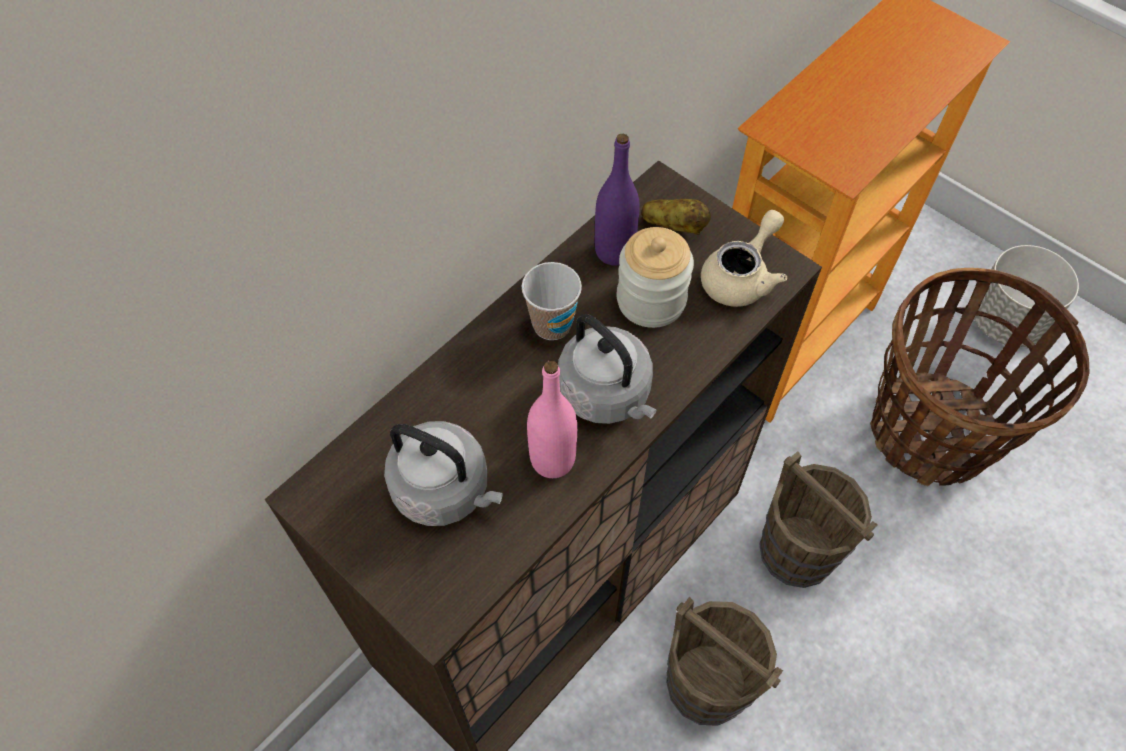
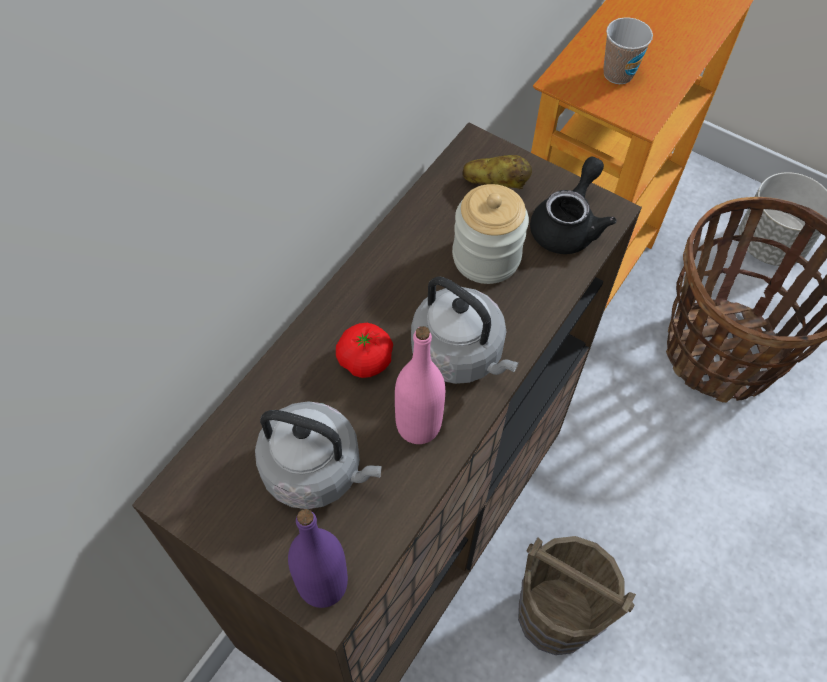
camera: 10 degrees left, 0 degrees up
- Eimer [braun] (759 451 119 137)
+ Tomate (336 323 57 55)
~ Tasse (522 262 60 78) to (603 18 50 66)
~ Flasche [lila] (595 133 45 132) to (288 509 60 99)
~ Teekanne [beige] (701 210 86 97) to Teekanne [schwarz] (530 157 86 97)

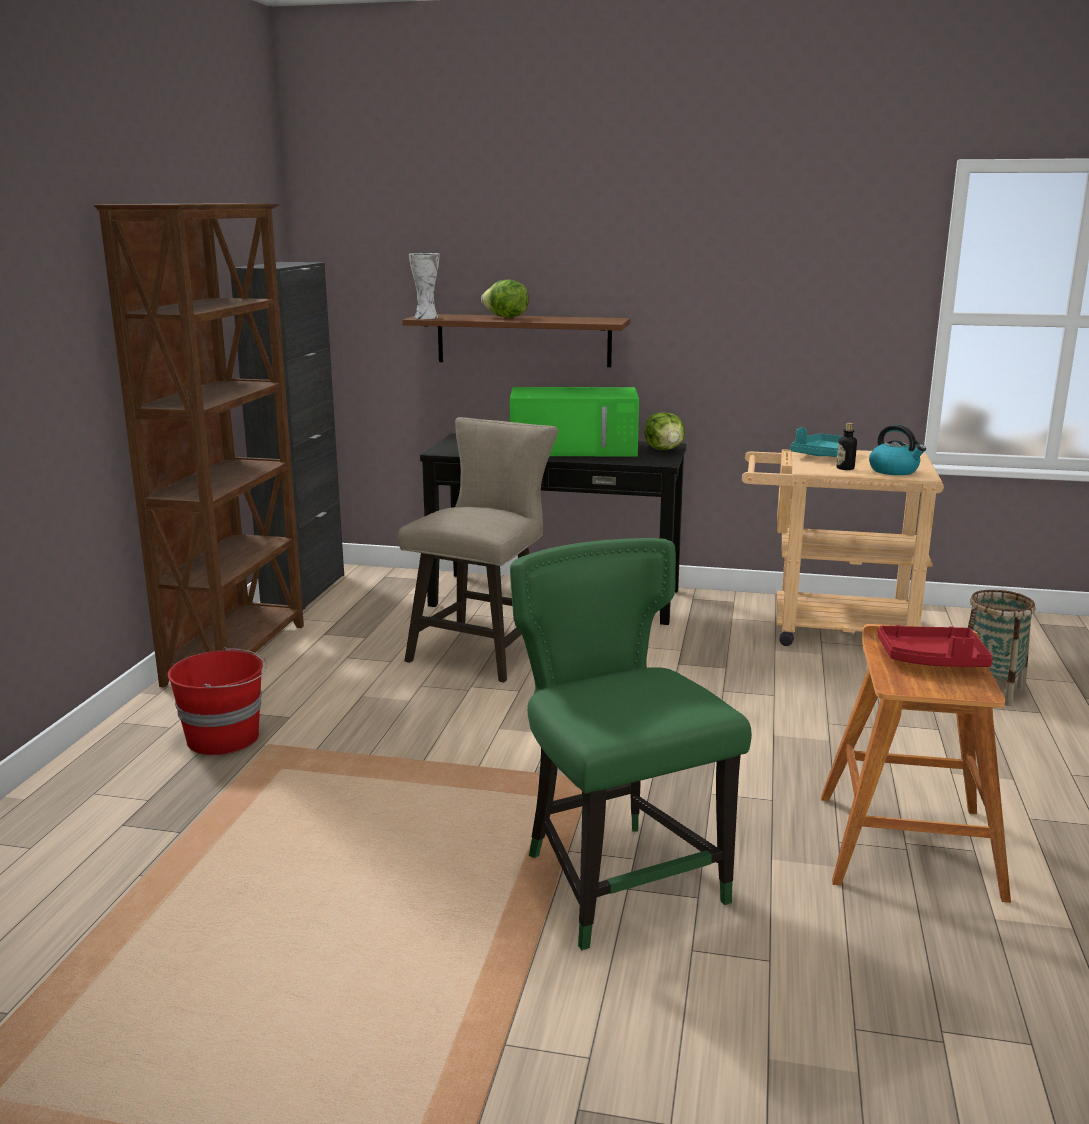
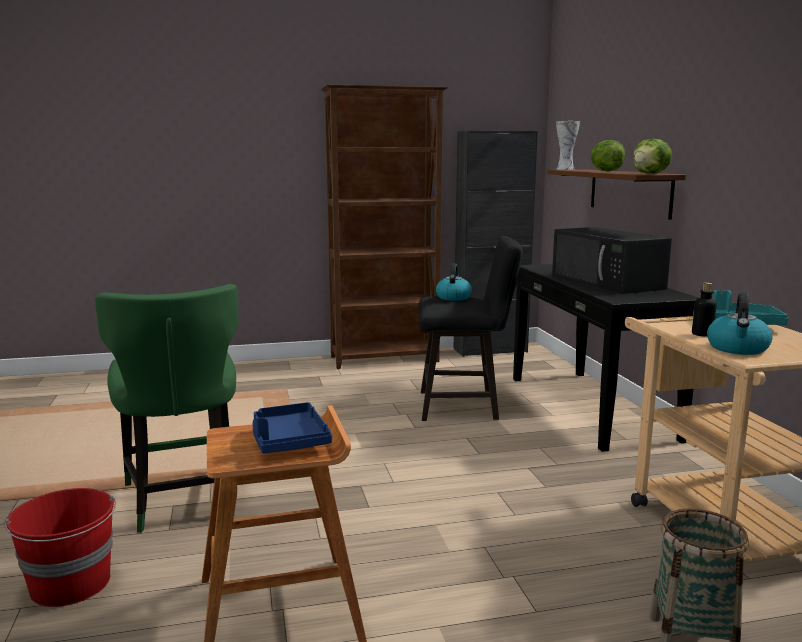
camera: 65 degrees right, 5 degrees down
+ Wasserkessel (436 264 36 37)
~ Eimer [rot] (168 647 99 108) to (4 488 112 119)
~ Salatkopf (644 412 41 38) to (633 139 39 35)
~ Hocker [beige] (398 417 160 266) to Hocker [schwarz] (419 236 104 185)
~ Mikrowelle [grün] (510 387 129 70) to Mikrowelle [schwarz] (552 227 120 67)
~ Tablett [rot] (878 625 115 42) to Tablett [blau] (252 402 80 52)
~ Stuhl [grün] (510 538 242 412) = (95 284 143 249) 120 degrees clockwise

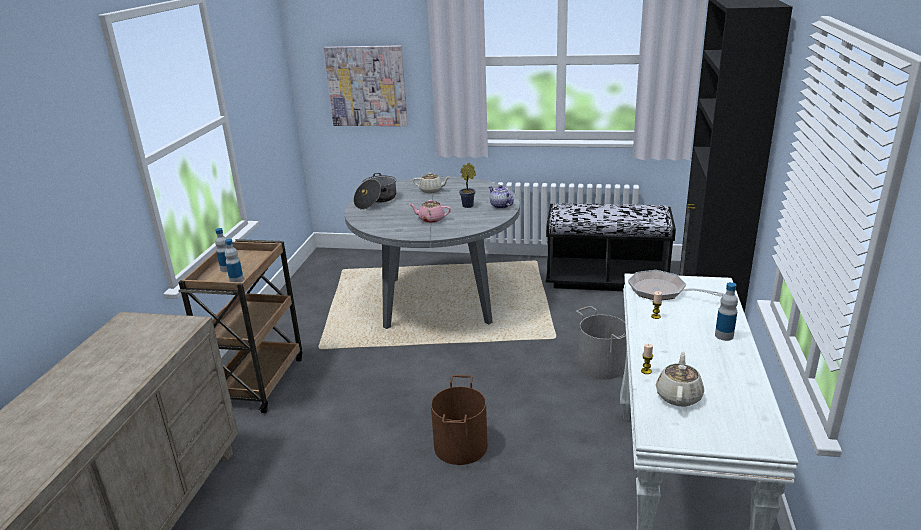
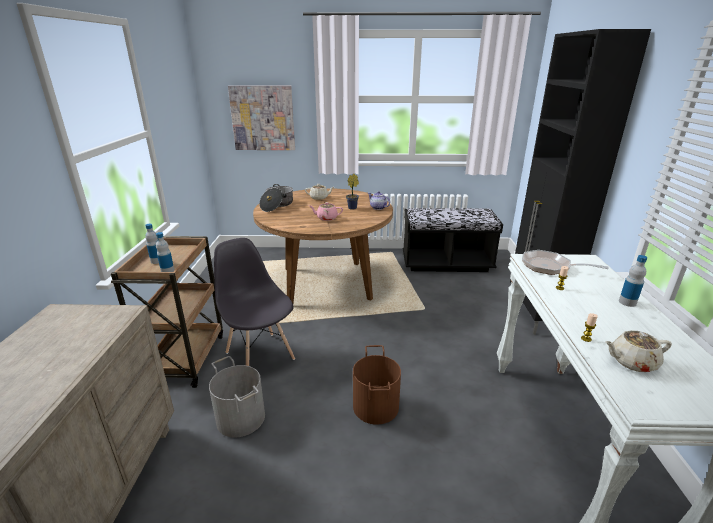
camera: 10 degrees left, 0 degrees up
+ Stuhl [grau] (214 238 81 128)
~ Eimer [grau] (576 306 51 73) to (209 356 56 82)
~ Esstisch [grau] (345 176 175 153) to Esstisch [braun] (253 188 140 115)
~ Teekanne [beige] (656 352 48 54) = (605 330 67 42) 105 degrees counterclockwise

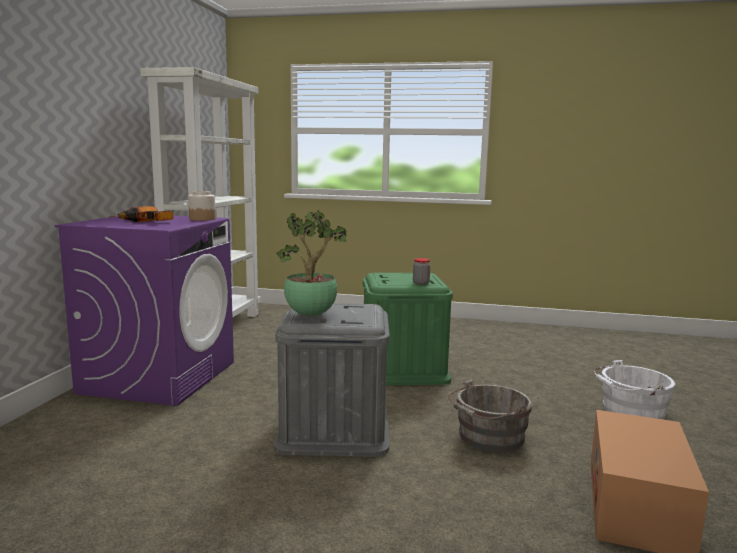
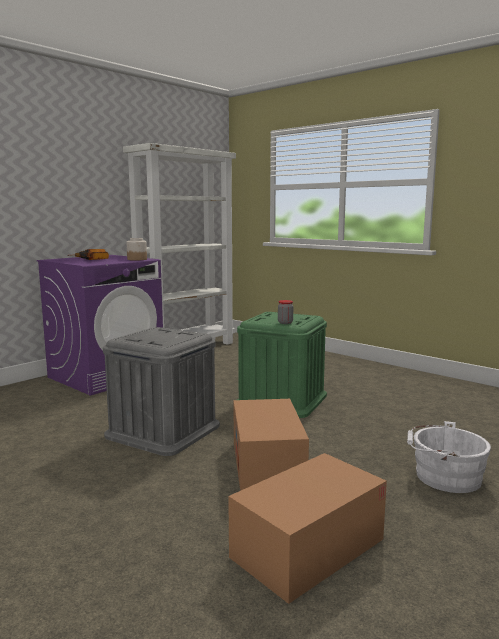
camera: 30 degrees right, 0 degrees up
- Topfpflanze (277 211 70 105)
~ Eimer [grau] (448 380 85 72) to Karton (233 399 76 92)

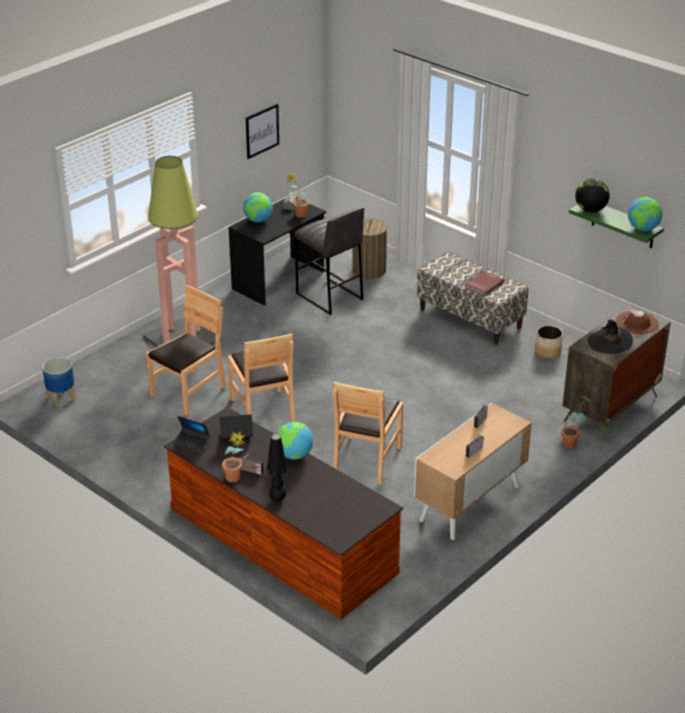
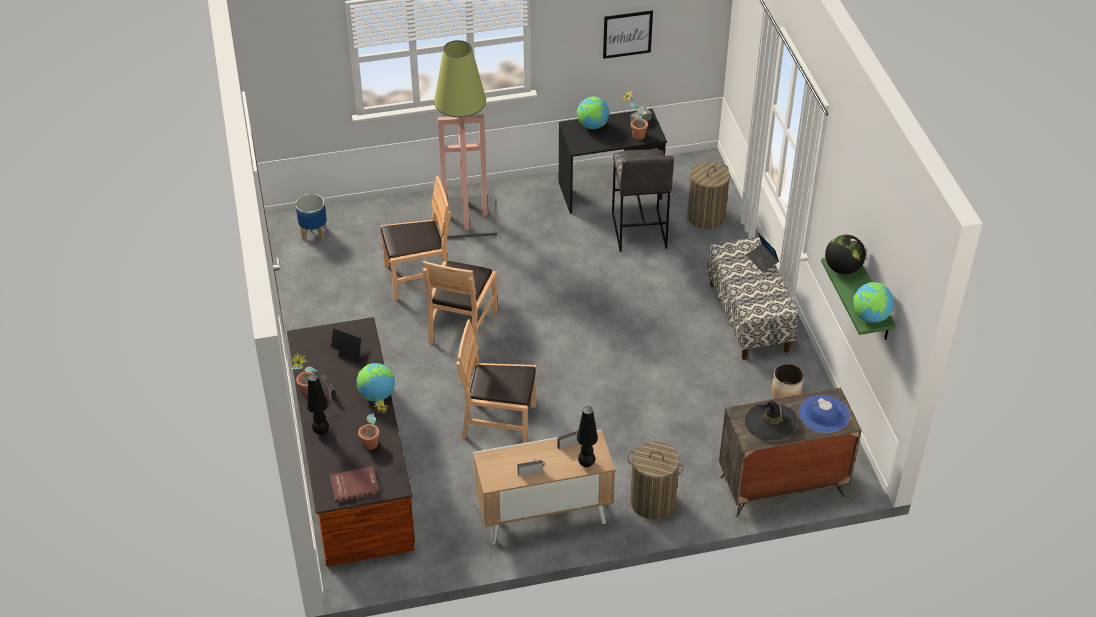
camera: 35 degrees right, 10 degrees up
+ Tischlampe [schwarz] (577 406 21 61)
+ Wäschekorb (627 441 57 78)
~ Laptop (173 416 37 38) to (746 232 33 40)
~ Buch [rot] (464 271 40 25) to (330 466 49 37)
~ Topfpflanze (561 395 30 53) to (358 398 31 52)
~ Hut [braun] (615 310 44 25) to Hut [blau] (799 395 51 38)
~ Stuhl [braun] (333 382 70 102) = (456 319 80 124) 45 degrees clockwise

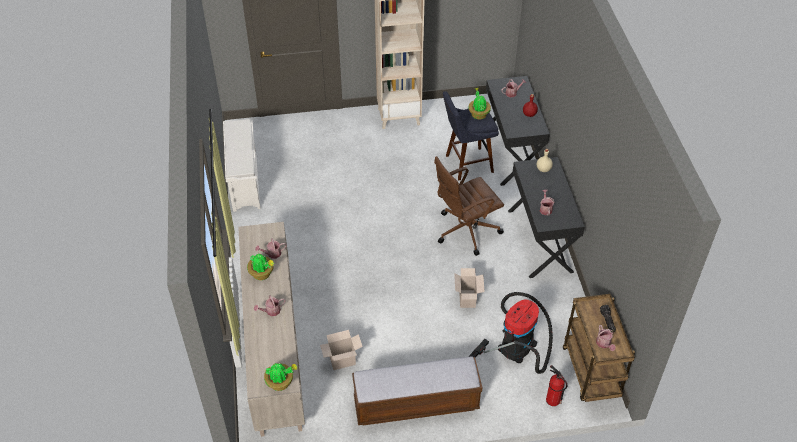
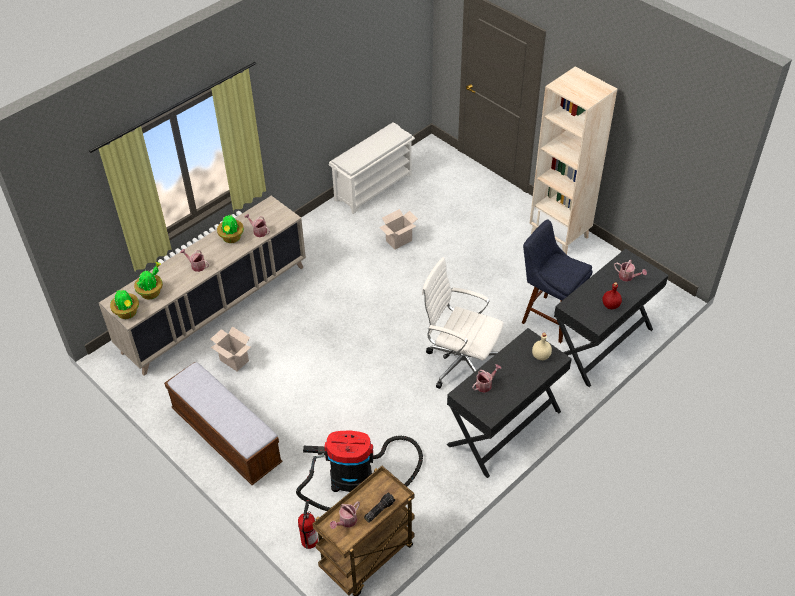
camera: 55 degrees right, 0 degrees up
~ Karton (454 268 31 40) to (379 209 39 40)
~ Topfpflanze (468 88 23 31) to (134 262 29 37)
~ Bürostuhl [braun] (434 156 70 100) to Bürostuhl [weiß] (422 257 82 132)

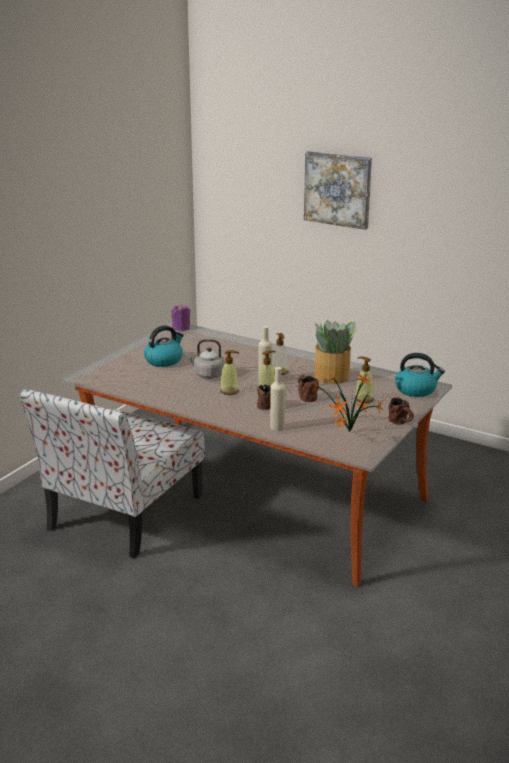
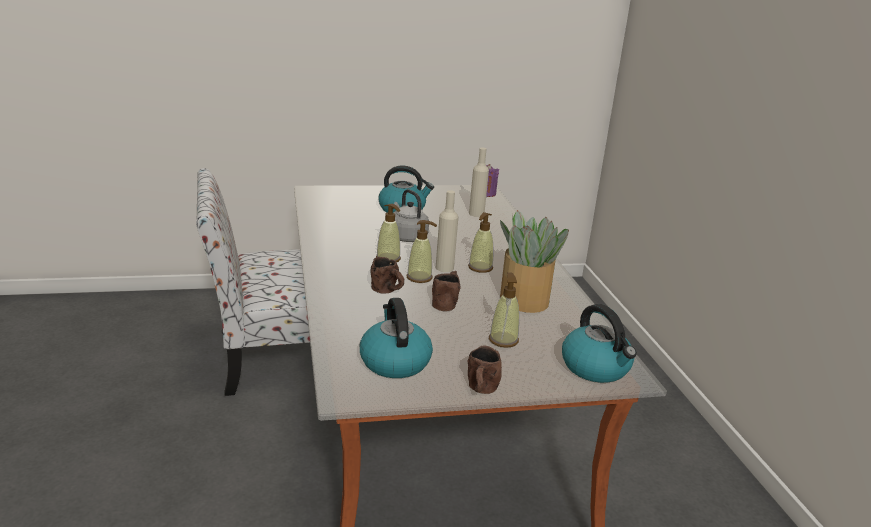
camera: 45 degrees right, 0 degrees up
- Bild (304 151 68 79)
~ Flasche [beige] (270 367 16 64) to (469 148 20 69)
~ Topfpflanze (312 372 71 60) to Wasserkessel (360 298 73 80)

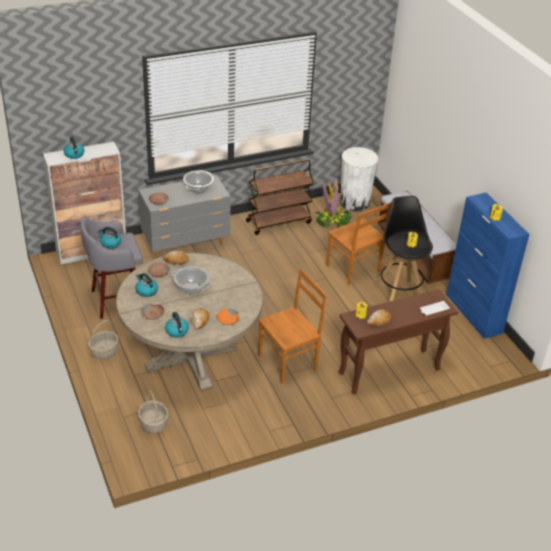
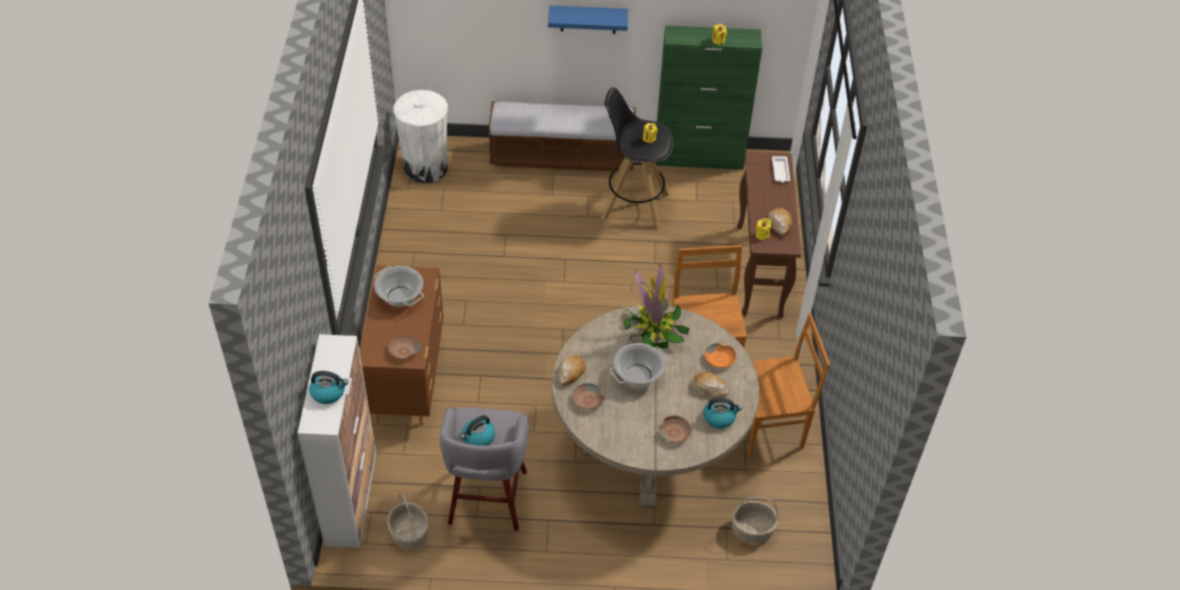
camera: 65 degrees left, 10 degrees up
- Wasserkessel (135 273 23 24)
- Rollwagen [braun] (246 159 68 76)
+ Wandregal [blau] (548 5 80 29)
~ Korb (88 320 31 39) to (387 492 42 57)
~ Topfpflanze (316 176 36 52) to (624 263 65 86)
~ Stuhl [braun] (327 202 64 83) to (748 313 82 143)
~ Kommode [grau] (138 175 93 83) to Kommode [braun] (360 265 84 160)
~ Schrank [blau] (446 193 84 146) to Schrank [grün] (655 25 107 145)

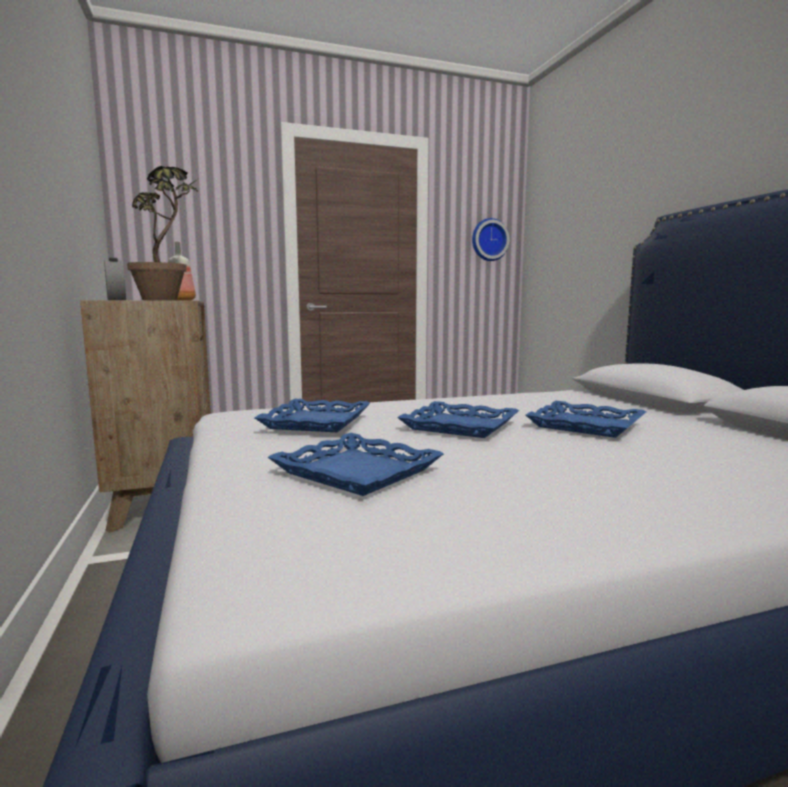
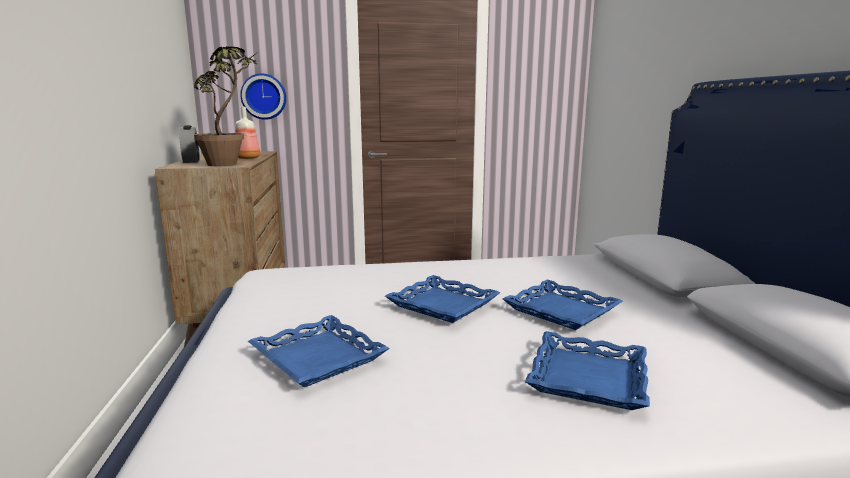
camera: 10 degrees right, 5 degrees up
~ Tablett [blau] (255 399 115 33) to (525 331 125 79)
~ Wanduhr (472 218 38 43) to (240 73 46 47)

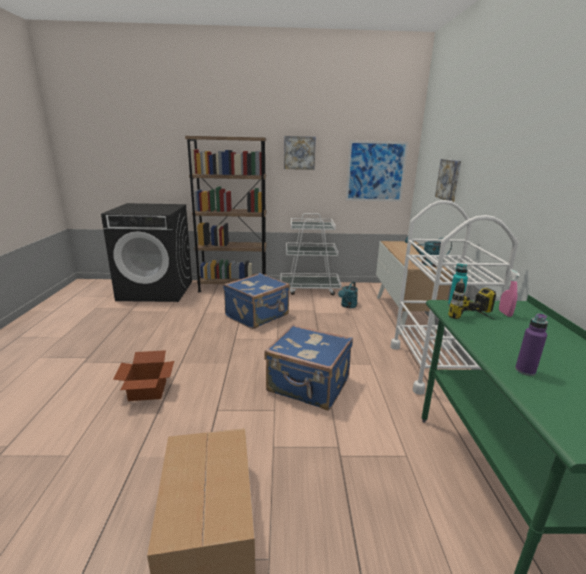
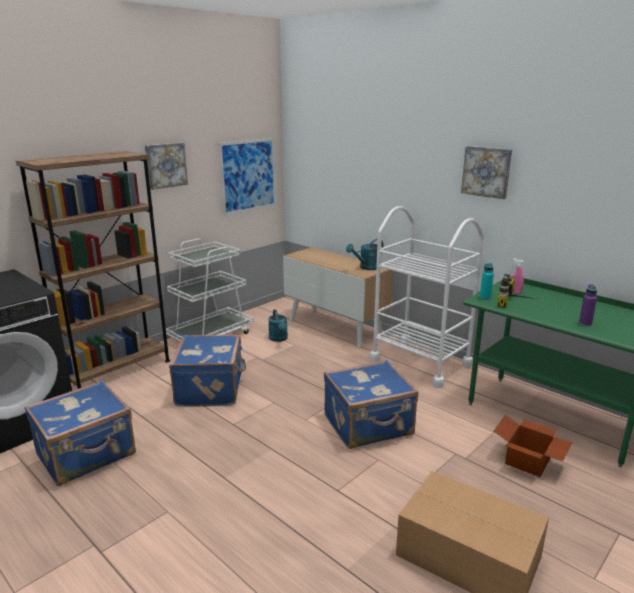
camera: 45 degrees left, 0 degrees up
+ Koffer [blau] (24 380 112 106)
~ Karton (113 350 61 51) to (494 415 78 62)
~ Bild (435 159 26 43) to (461 146 51 53)

